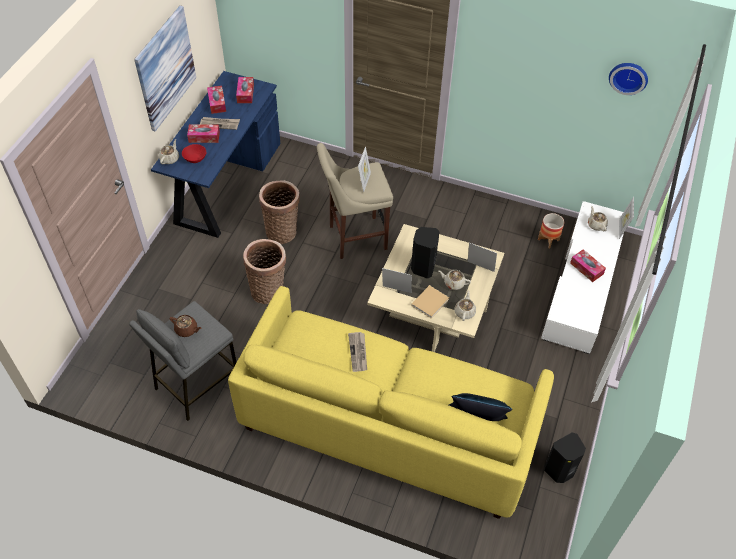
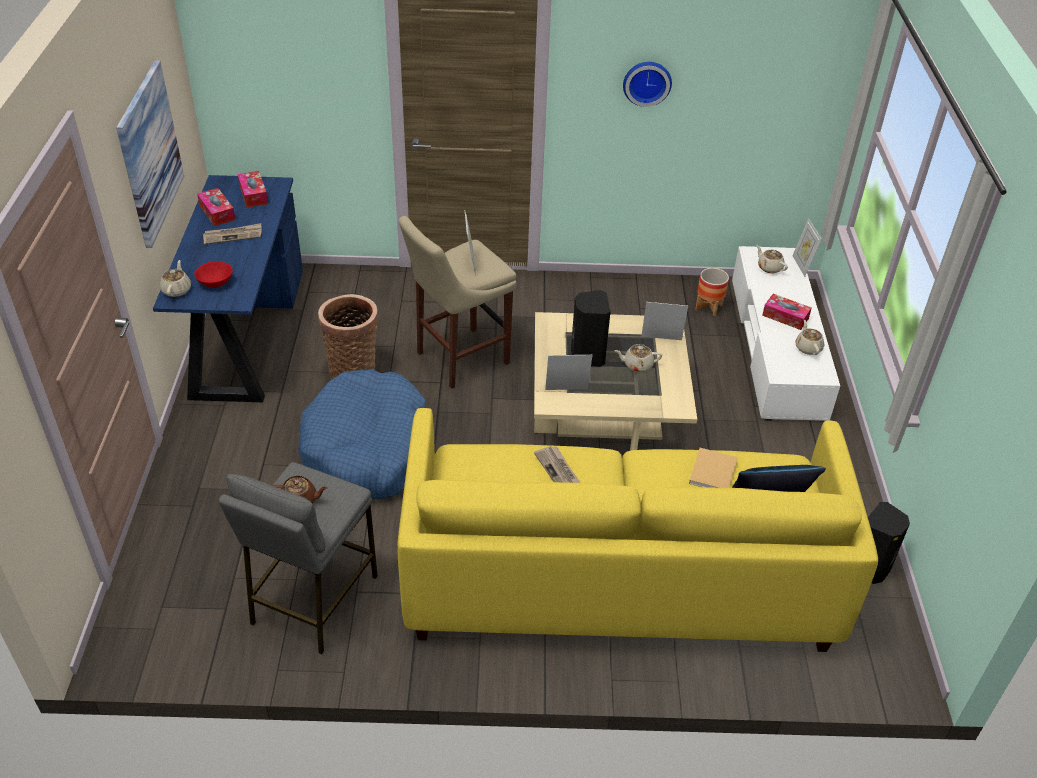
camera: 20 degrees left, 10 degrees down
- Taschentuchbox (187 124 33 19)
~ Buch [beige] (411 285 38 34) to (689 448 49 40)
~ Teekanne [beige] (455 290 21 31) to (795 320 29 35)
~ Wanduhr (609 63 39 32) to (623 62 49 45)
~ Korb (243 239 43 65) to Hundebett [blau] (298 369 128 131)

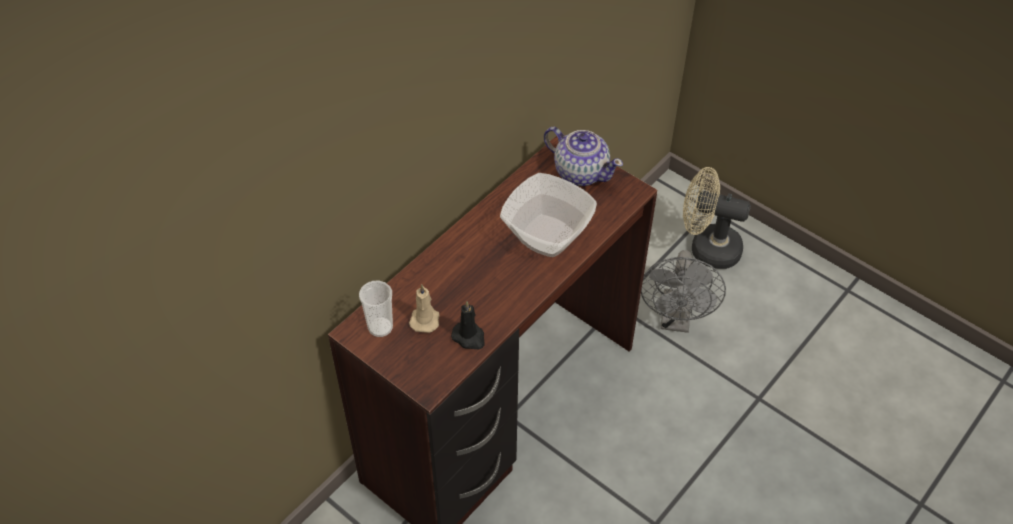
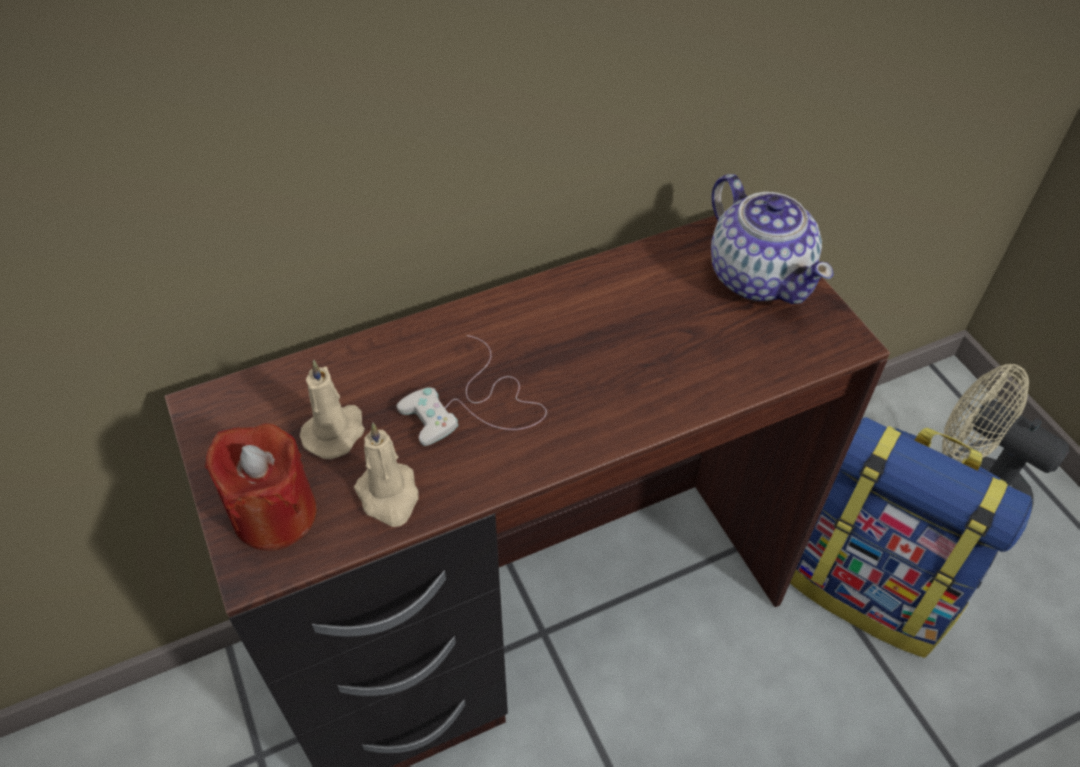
camera: 25 degrees right, 0 degrees up
- Tasse (359 281 34 56)
- Schüssel (500 173 97 84)
+ Kerze [rot] (205 423 112 128)
+ Gamepad [weiß] (397 335 150 111)
~ Ventilator [grau] (641 250 85 83) to Rucksack (790 417 243 241)
~ Kerze [schwarz] (451 301 33 48) to Kerze [beige] (354 423 65 104)

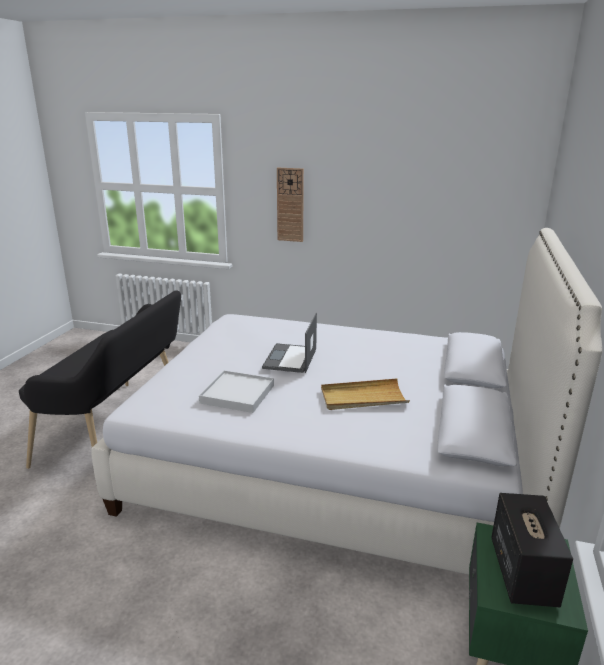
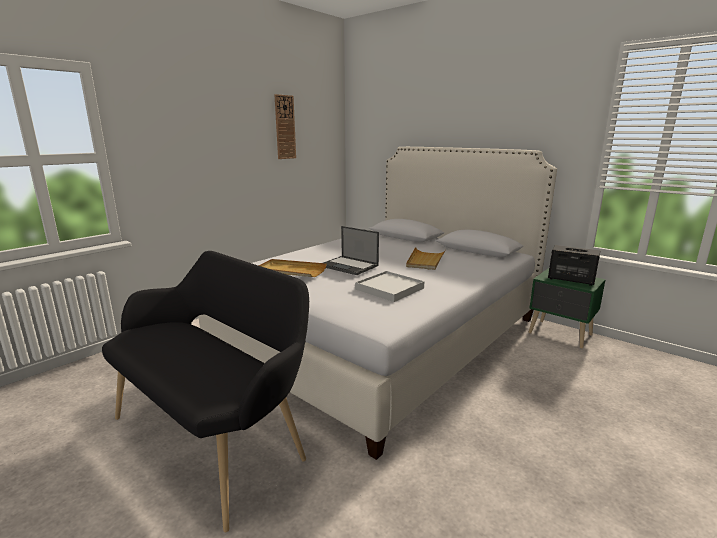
camera: 65 degrees left, 5 degrees down
+ Tablett [beige] (259 259 68 18)
~ Wanduhr (277 167 27 75) to (274 94 22 65)

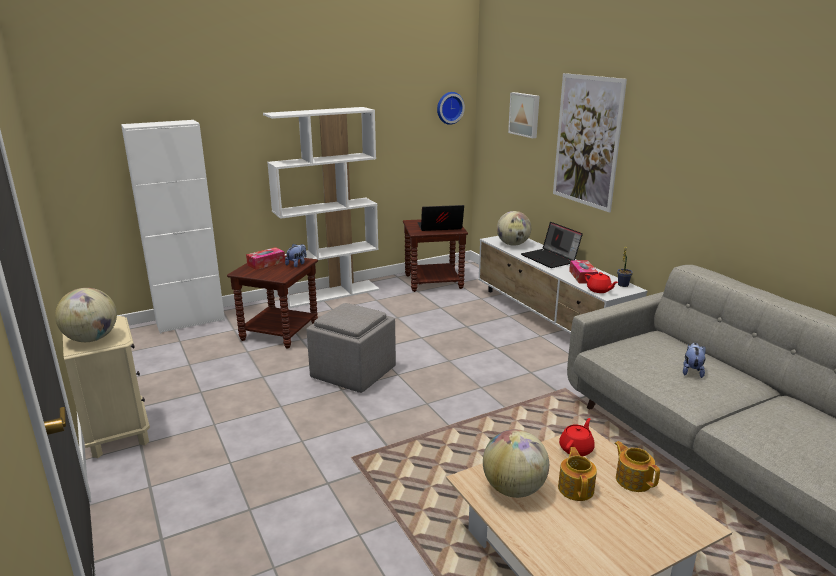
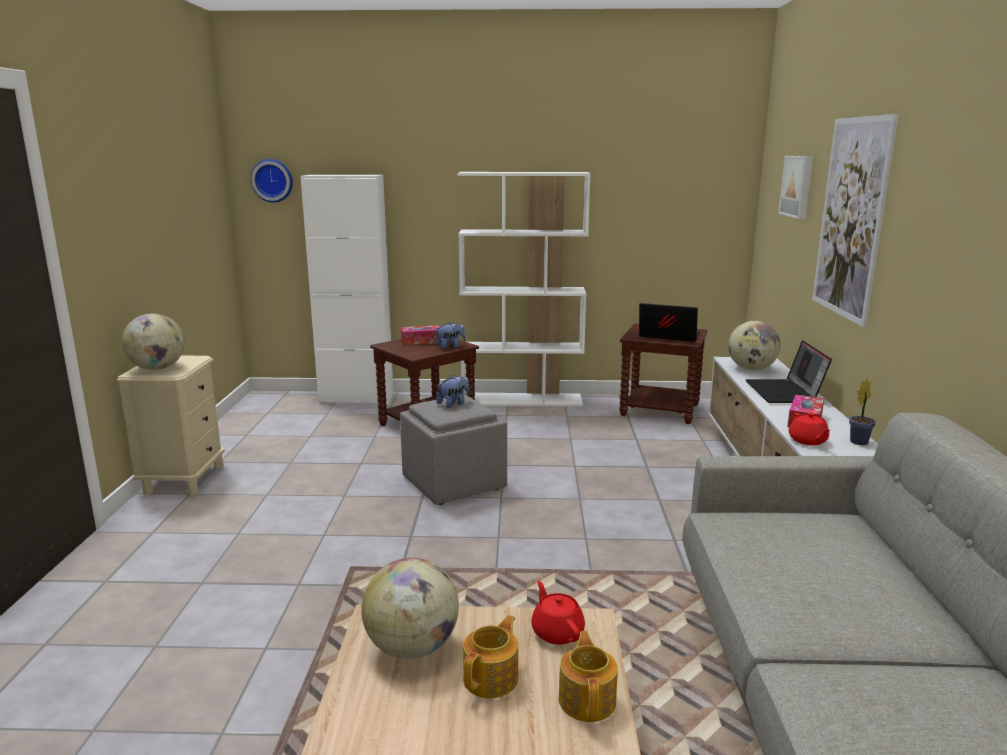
camera: 30 degrees right, 5 degrees down
~ Wanduhr (437 92 28 33) to (251 159 42 44)
~ Plüschtier (683 343 23 35) to (436 375 34 33)
~ Teekanne [rot] (559 418 36 38) = (531 581 54 63) 90 degrees counterclockwise

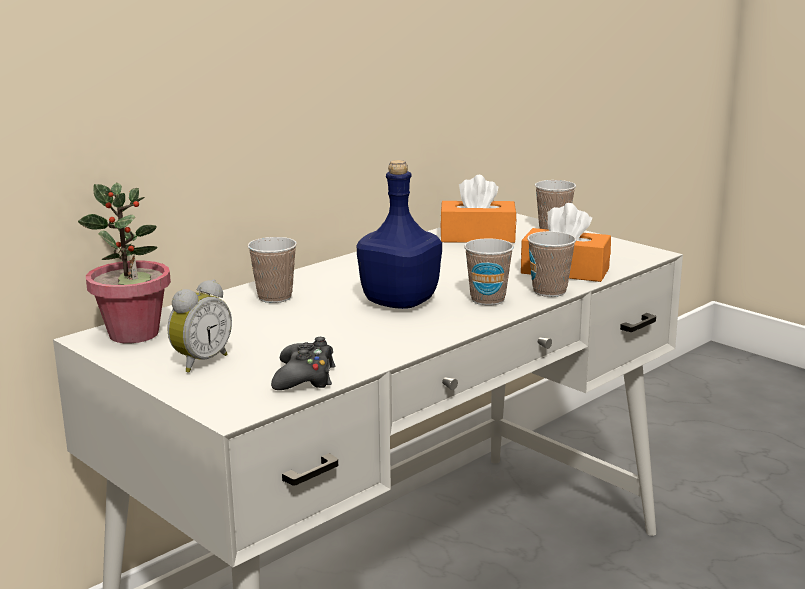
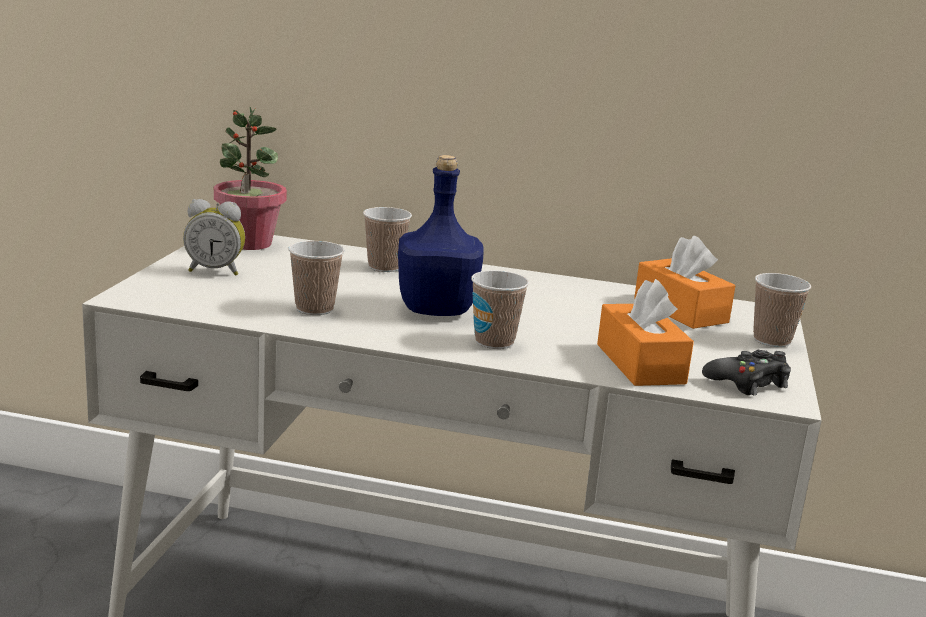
camera: 55 degrees right, 0 degrees up
~ Gamepad [schwarz] (271 337 64 53) to (702 350 89 45)
~ Tasse (527 231 49 66) to (288 241 56 74)

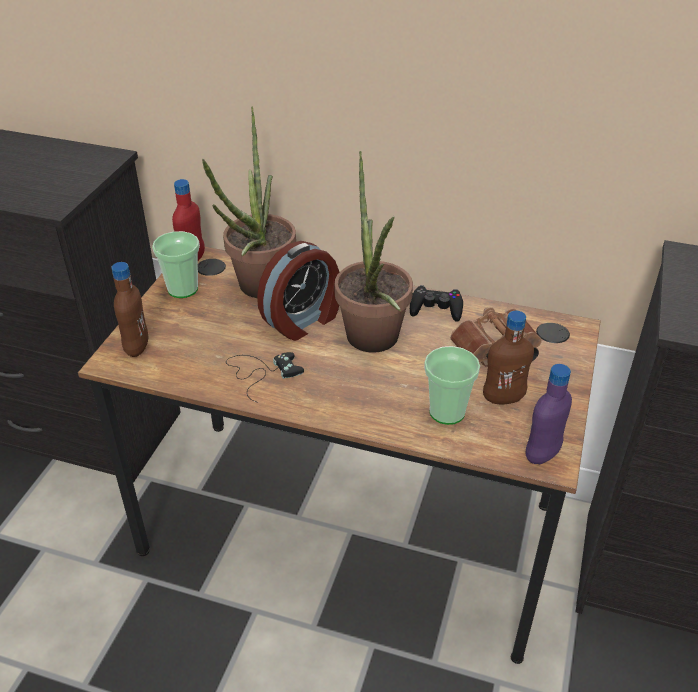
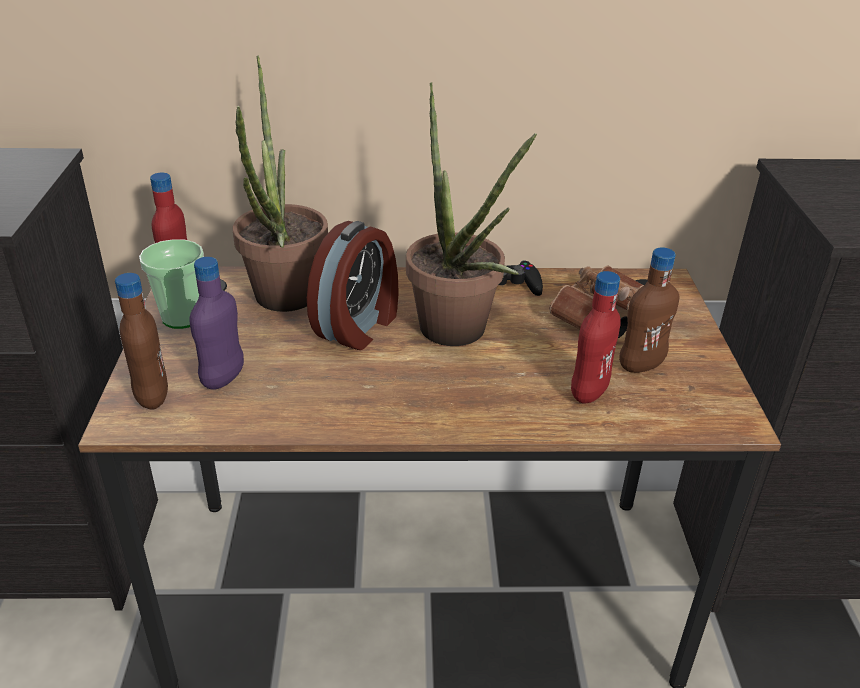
camera: 20 degrees left, 5 degrees down
- Gamepad [schwarz] (226 352 78 51)
~ Flasche [lila] (525 364 47 100) to (189 257 55 133)
~ Tasse (424 346 56 79) to Flasche [rot] (571 271 50 132)

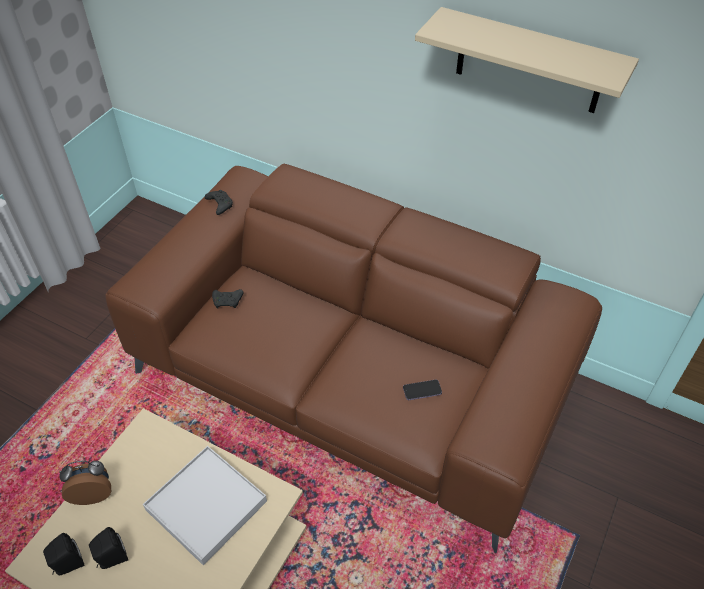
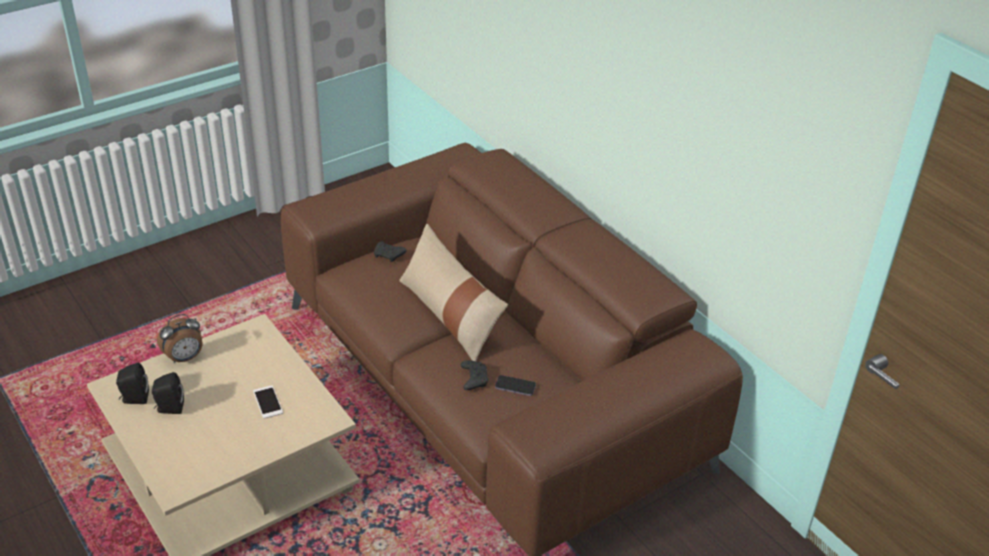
camera: 25 degrees right, 10 degrees down
- Wandregal [beige] (415 7 224 106)
+ Kissen [beige] (399 224 109 137)
~ Gamepad [schwarz] (205 190 28 25) to (460 360 28 30)
~ Tablett [weiß] (143 446 124 119) to Handy (253 385 30 34)
~ Wecker (59 461 52 44) = (157 314 45 49) 135 degrees clockwise

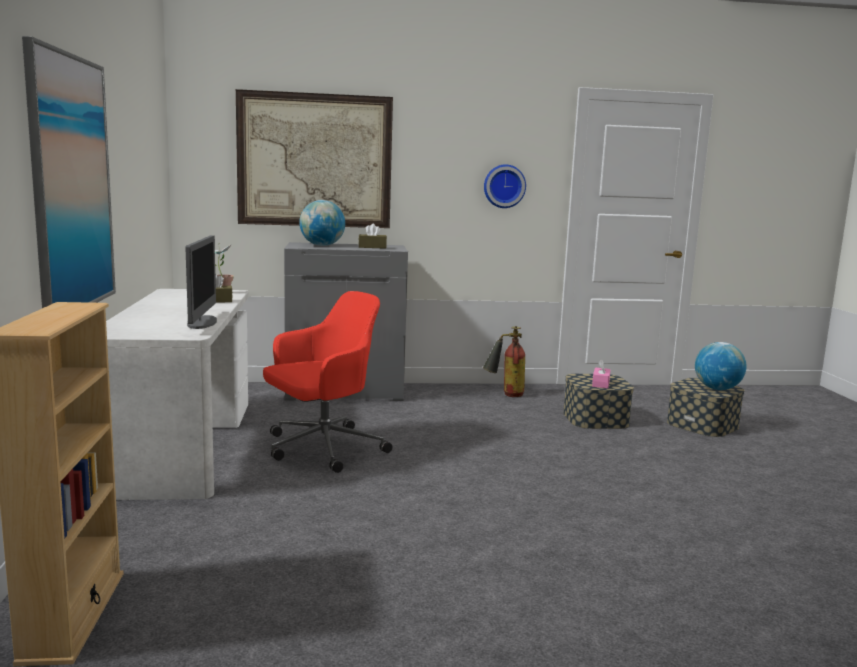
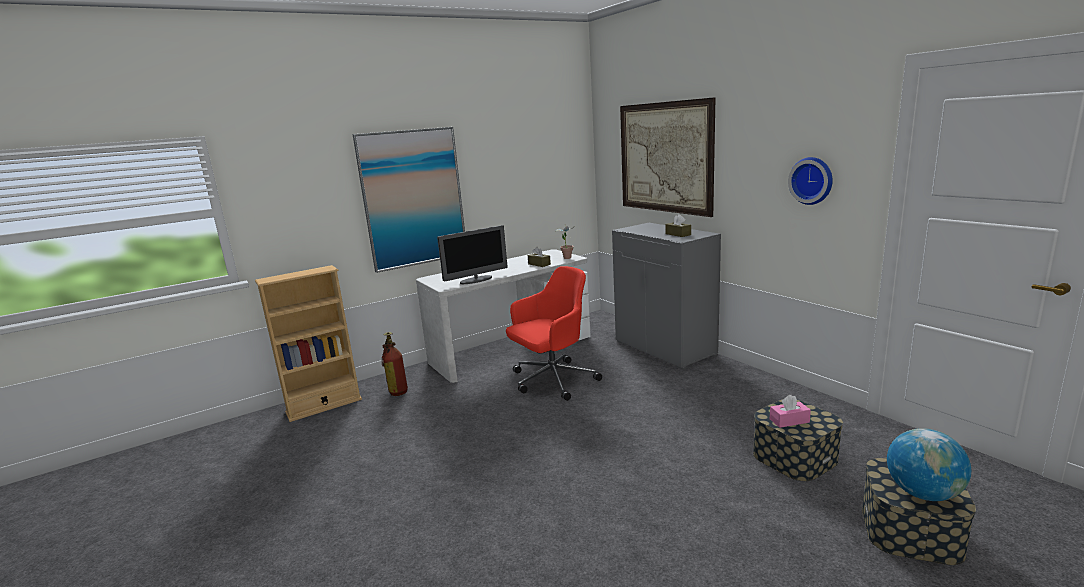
camera: 65 degrees right, 5 degrees up
- Globus (299 200 46 46)
~ Feuerlöscher (483 326 42 71) to (382 332 26 64)
~ Bürostuhl [rot] (263 291 129 182) = (506 266 96 135) 60 degrees counterclockwise

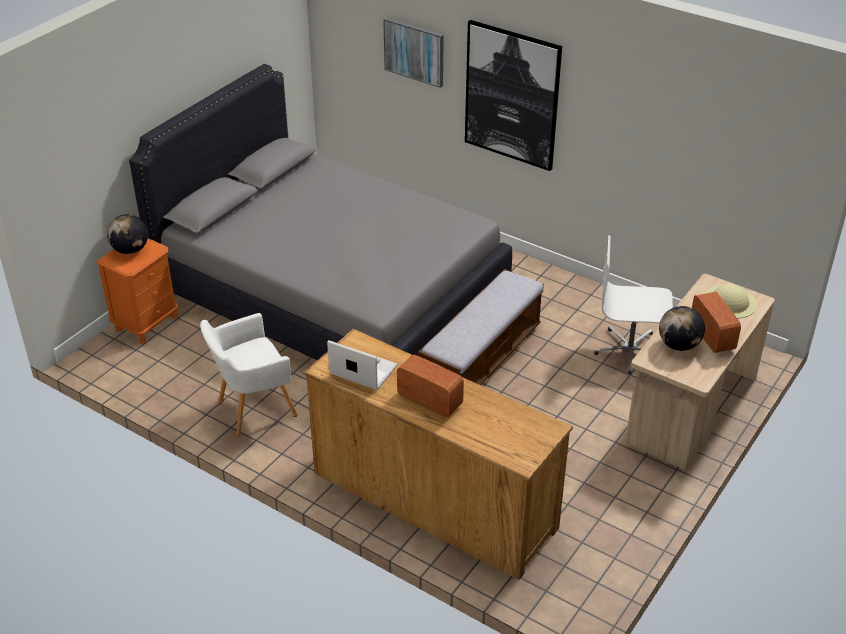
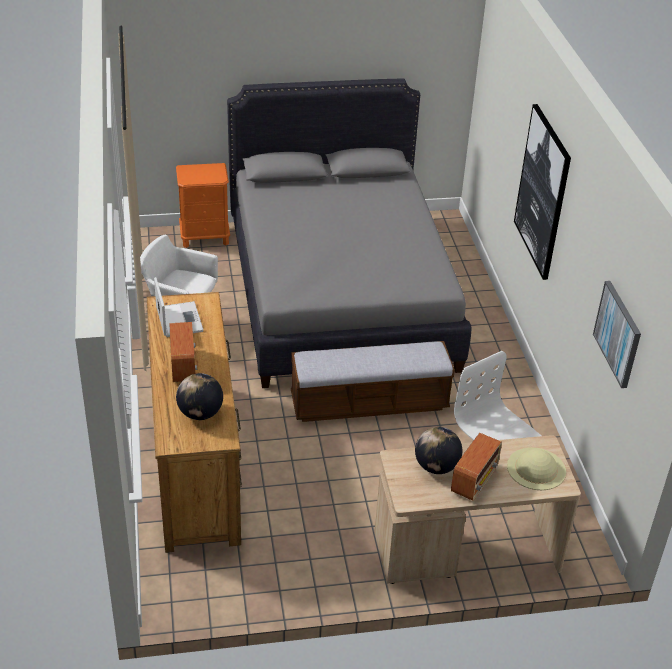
camera: 45 degrees right, 0 degrees up
~ Globus (107 214 41 40) to (176 373 47 47)
~ Bild (383 18 61 70) to (593 281 48 107)

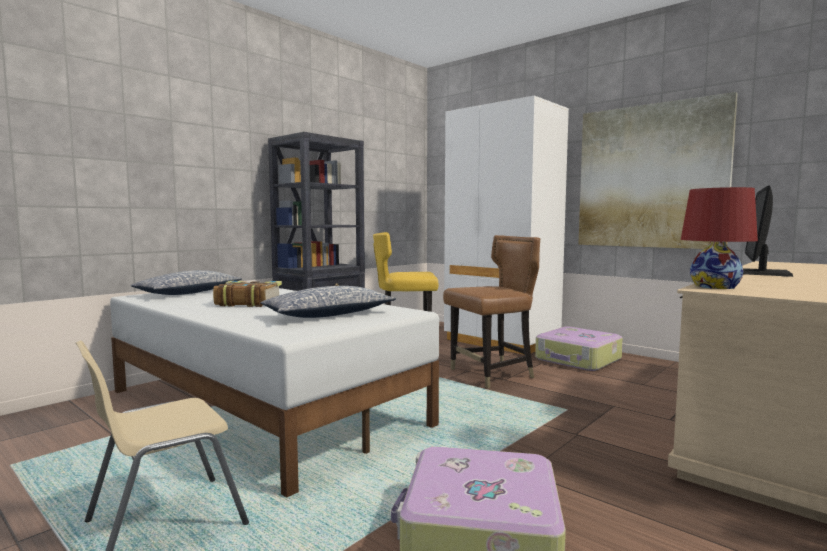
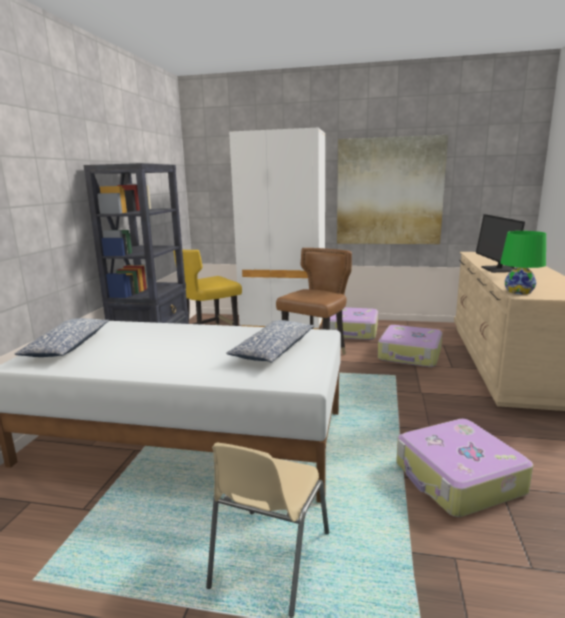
camera: 30 degrees left, 10 degrees up
- Buch (213 281 69 26)
+ Koffer (378 325 65 42)
~ Tischlampe [rot] (681 187 77 102) to Tischlampe [grün] (500 231 46 63)

